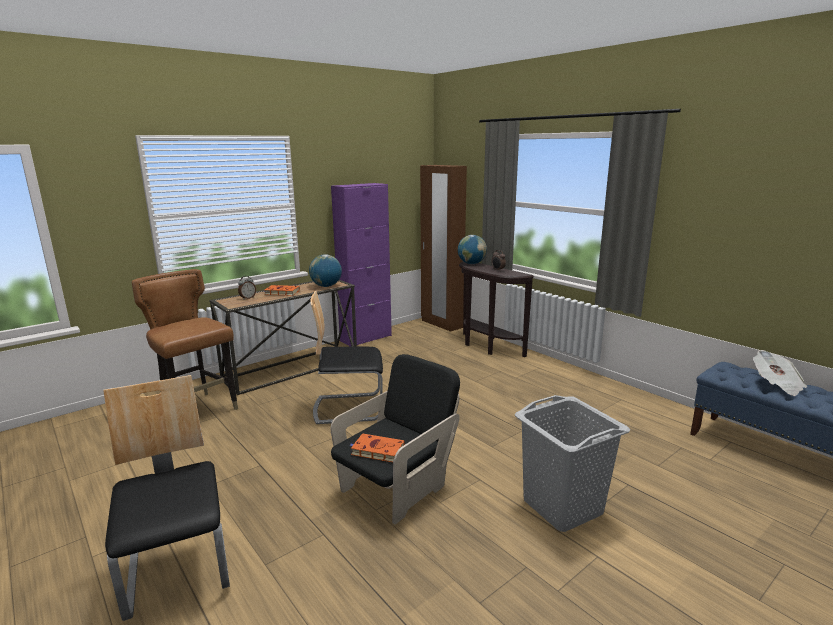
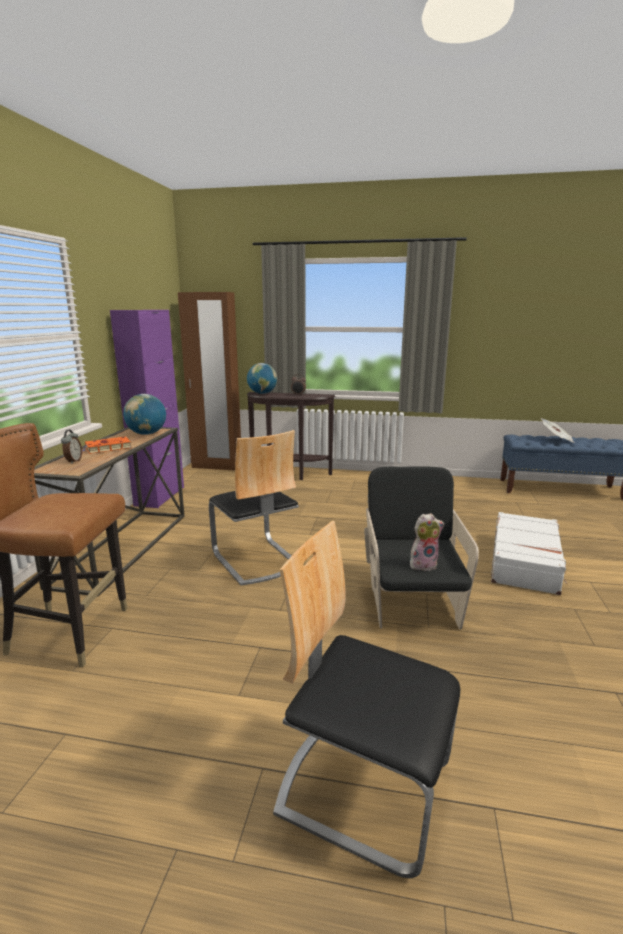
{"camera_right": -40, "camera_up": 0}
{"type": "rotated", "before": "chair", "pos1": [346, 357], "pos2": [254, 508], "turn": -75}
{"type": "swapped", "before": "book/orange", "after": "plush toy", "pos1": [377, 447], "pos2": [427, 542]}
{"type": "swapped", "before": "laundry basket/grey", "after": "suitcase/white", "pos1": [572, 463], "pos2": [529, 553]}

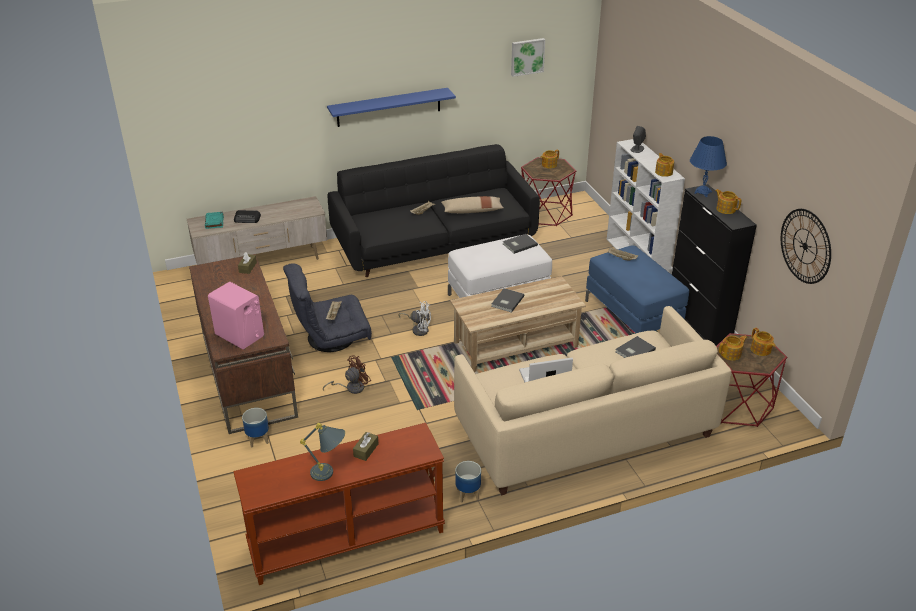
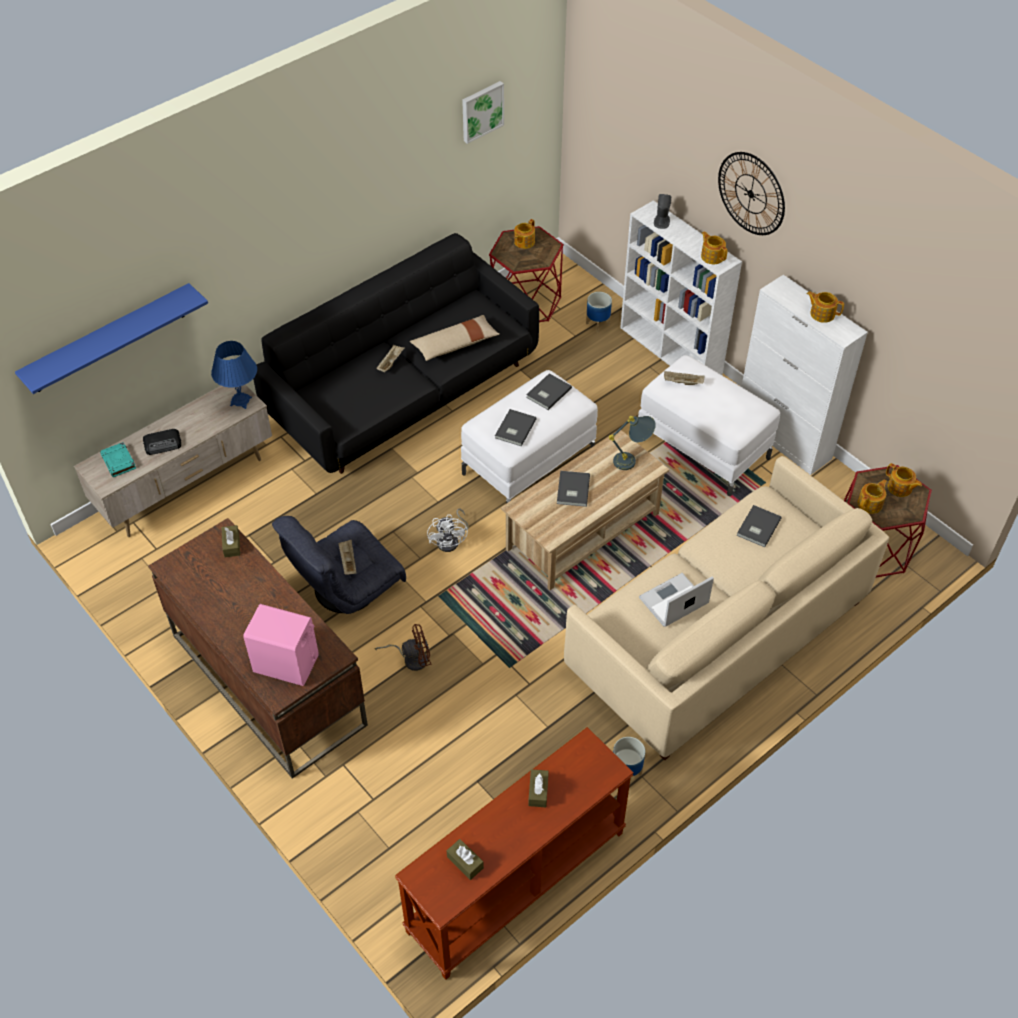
{"camera_right": -20, "camera_up": 15}
{"type": "shifted", "before": "planter", "pos1": [255, 427], "pos2": [599, 312]}
{"type": "shifted", "before": "table lamp/grey", "pos1": [322, 452], "pos2": [632, 443]}
{"type": "rotated", "before": "fan/brown", "pos1": [347, 374], "pos2": [403, 647], "turn": 45}
{"type": "shifted", "before": "shelf/blue", "pos1": [391, 107], "pos2": [111, 338]}
{"type": "rotated", "before": "fan/white", "pos1": [414, 318], "pos2": [448, 530], "turn": 90}
{"type": "repainted", "before": "ottoman/blue", "after": "ottoman/white", "pos1": [637, 289], "pos2": [709, 425]}
{"type": "repainted", "before": "cabinet/black", "after": "cabinet/white", "pos1": [714, 265], "pos2": [804, 375]}
{"type": "shifted", "before": "table lamp/blue", "pos1": [708, 166], "pos2": [234, 375]}
{"type": "shifted", "before": "wall clock", "pos1": [806, 246], "pos2": [751, 193]}
{"type": "new", "after": "tissue box/brown", "pos2": [465, 859]}
{"type": "new", "after": "book/grey", "pos2": [516, 427]}

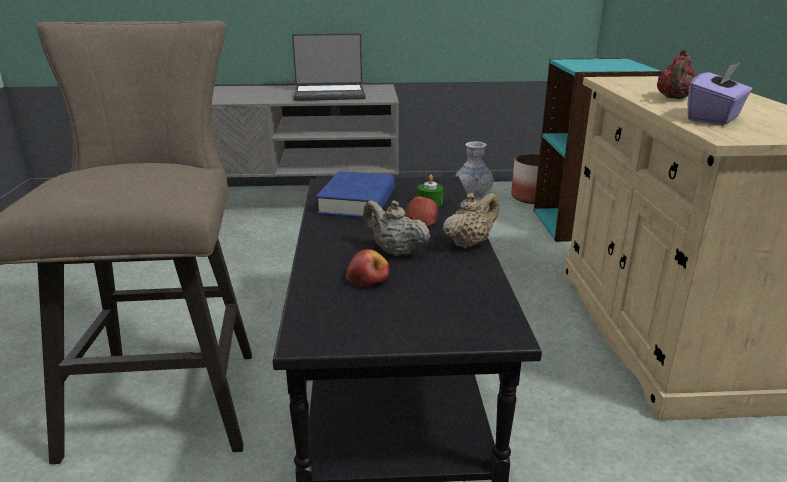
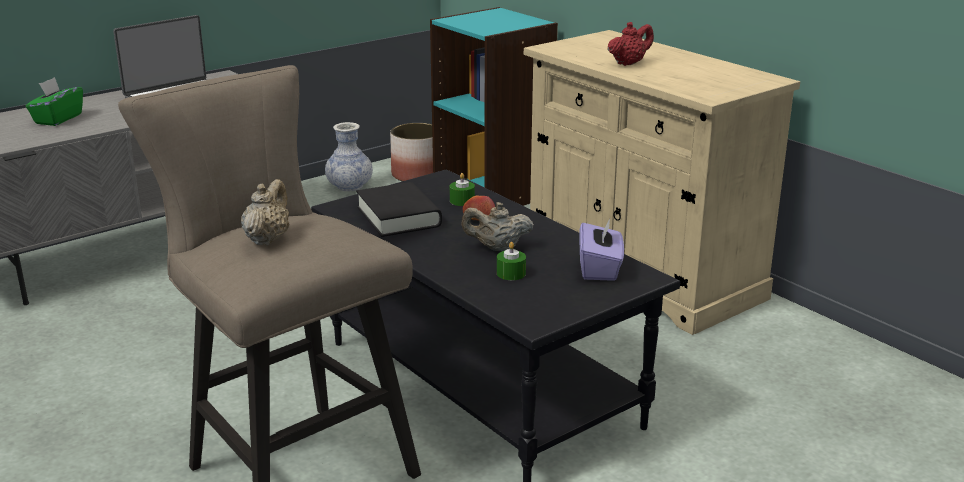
{"camera_right": -35, "camera_up": 0}
{"type": "repainted", "before": "book/blue", "after": "book/black", "pos1": [355, 194], "pos2": [399, 209]}
{"type": "swapped", "before": "apple", "after": "candle/green", "pos1": [367, 268], "pos2": [511, 261]}
{"type": "shifted", "before": "teapot/beige", "pos1": [471, 220], "pos2": [265, 212]}
{"type": "rotated", "before": "teapot/red", "pos1": [677, 74], "pos2": [630, 44], "turn": -120}
{"type": "shifted", "before": "tissue box/purple", "pos1": [720, 93], "pos2": [601, 248]}
{"type": "new", "after": "tissue box/green", "pos2": [54, 101]}

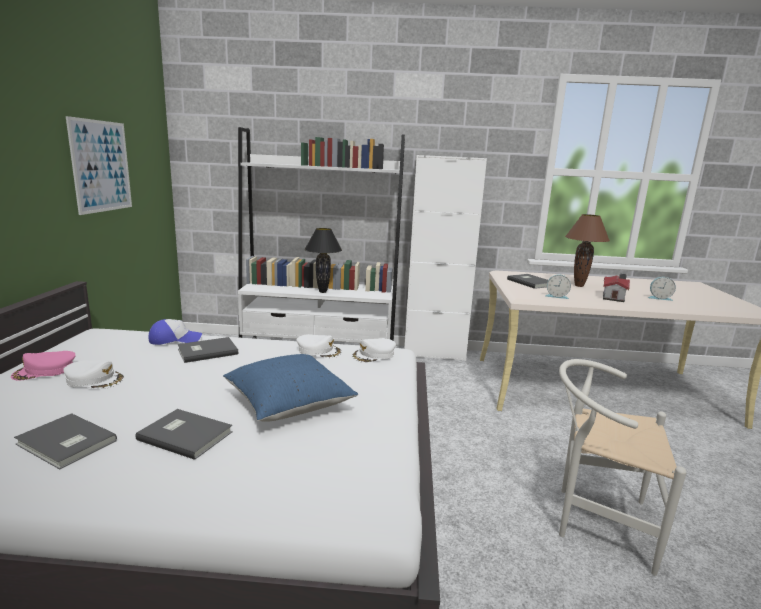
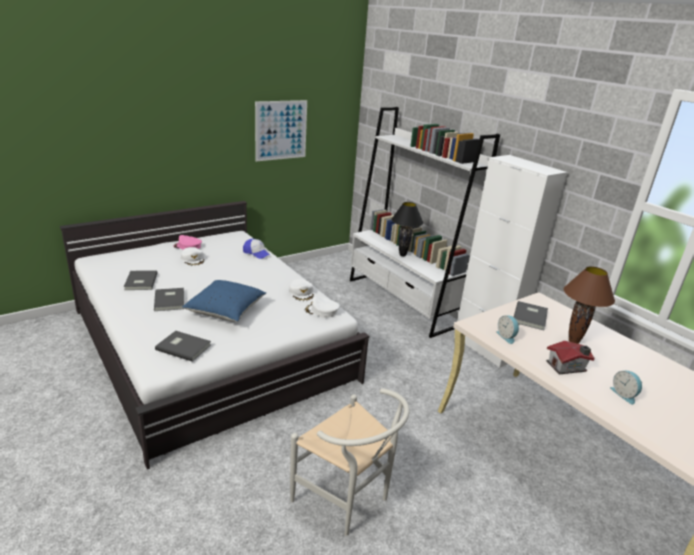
{"camera_right": 50, "camera_up": 10}
{"type": "shifted", "before": "book/grey", "pos1": [208, 350], "pos2": [183, 346]}
{"type": "rotated", "before": "chair/white", "pos1": [622, 467], "pos2": [350, 462], "turn": 150}

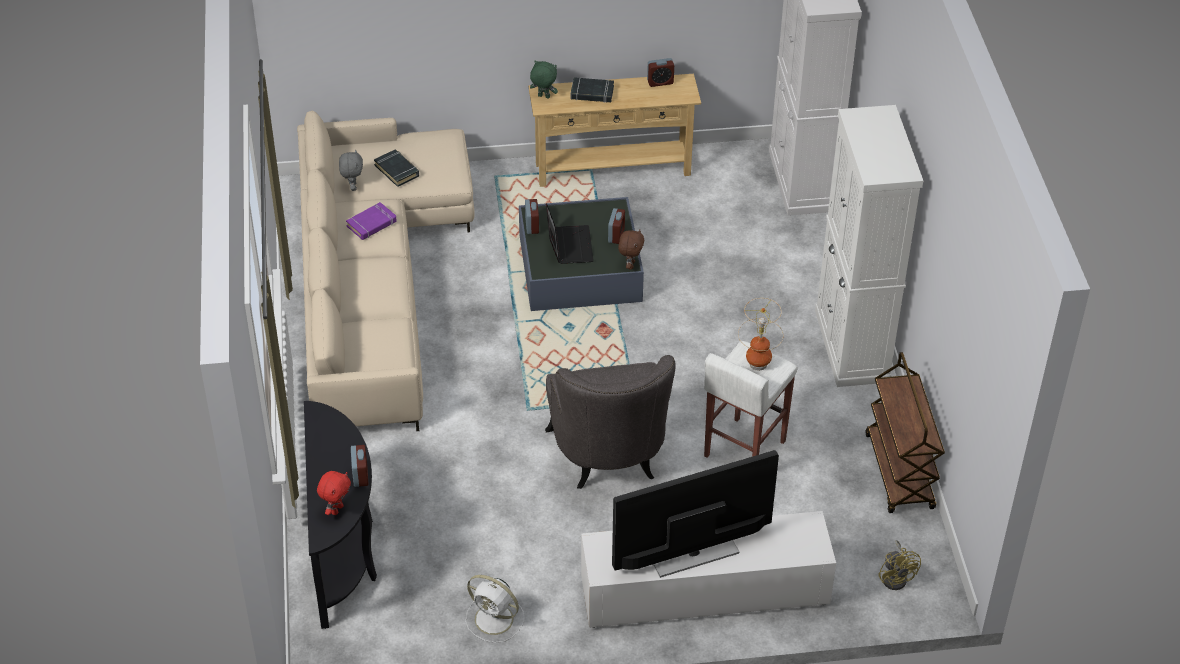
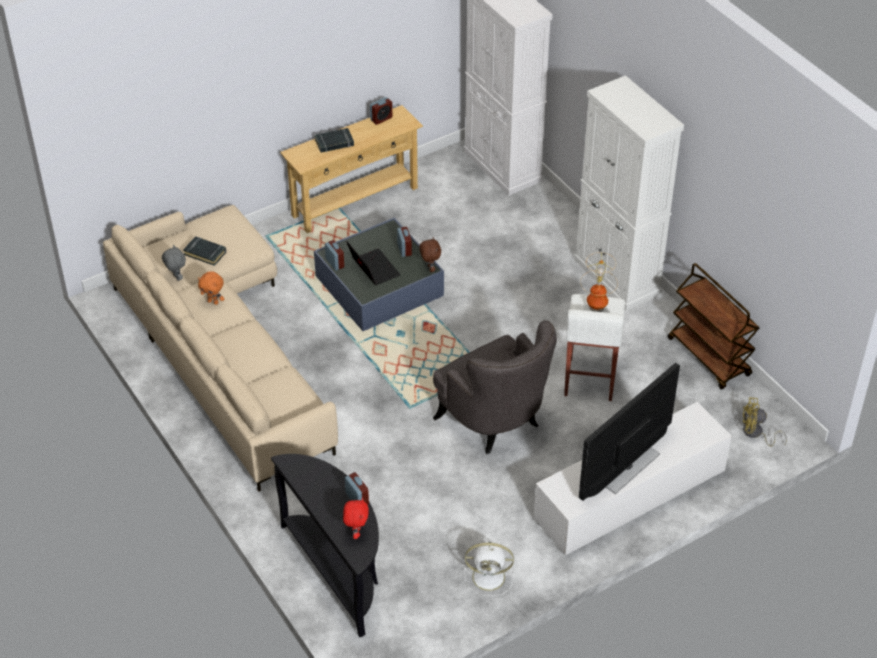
{"camera_right": -25, "camera_up": 0}
{"type": "swapped", "before": "book/purple", "after": "plush toy/orange", "pos1": [371, 221], "pos2": [211, 288]}
{"type": "gone", "before": "plush toy/green", "pos1": [544, 79]}
{"type": "rotated", "before": "fan/yellow", "pos1": [899, 565], "pos2": [765, 422], "turn": 135}

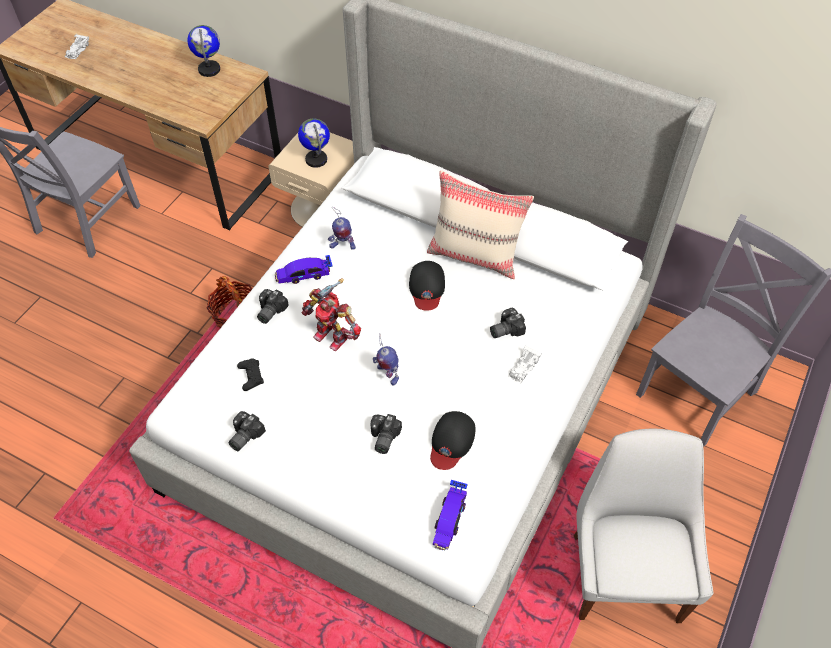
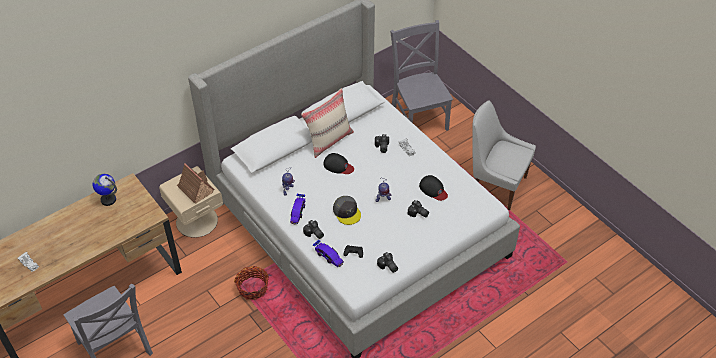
{"camera_right": -65, "camera_up": -5}
{"type": "swapped", "before": "globe", "after": "toy house", "pos1": [314, 143], "pos2": [196, 183]}
{"type": "swapped", "before": "toy robot", "after": "cap/grey", "pos1": [331, 314], "pos2": [347, 210]}
{"type": "shifted", "before": "toy car", "pos1": [450, 515], "pos2": [328, 253]}

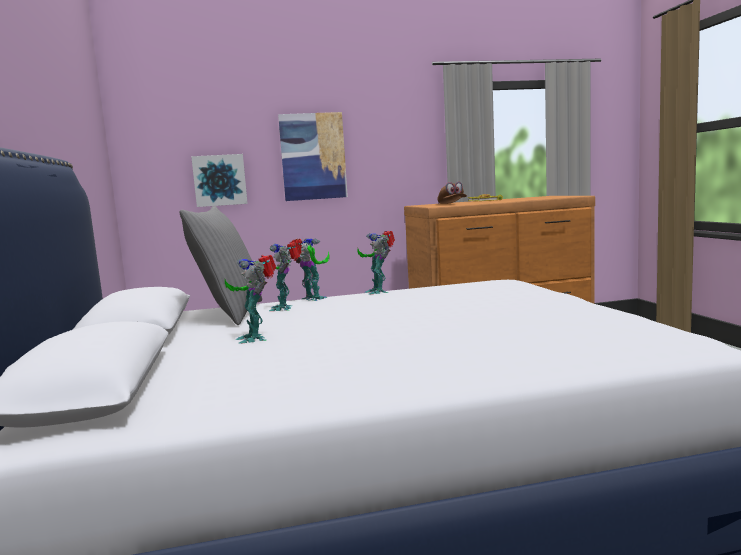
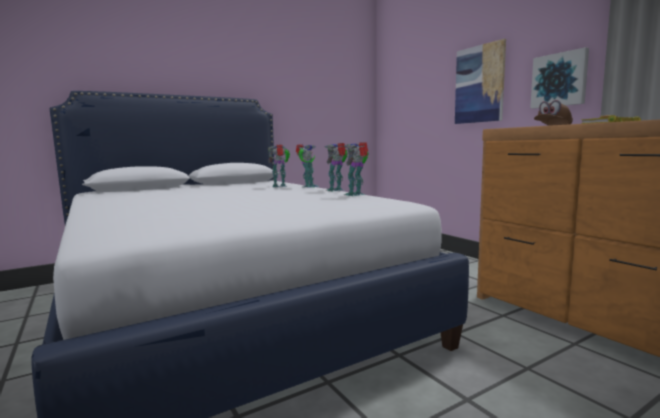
{"camera_right": 70, "camera_up": 0}
{"type": "gone", "before": "pillow/grey", "pos1": [221, 265]}
{"type": "shifted", "before": "picture", "pos1": [219, 180], "pos2": [559, 78]}
{"type": "shifted", "before": "toy robot", "pos1": [250, 299], "pos2": [356, 169]}

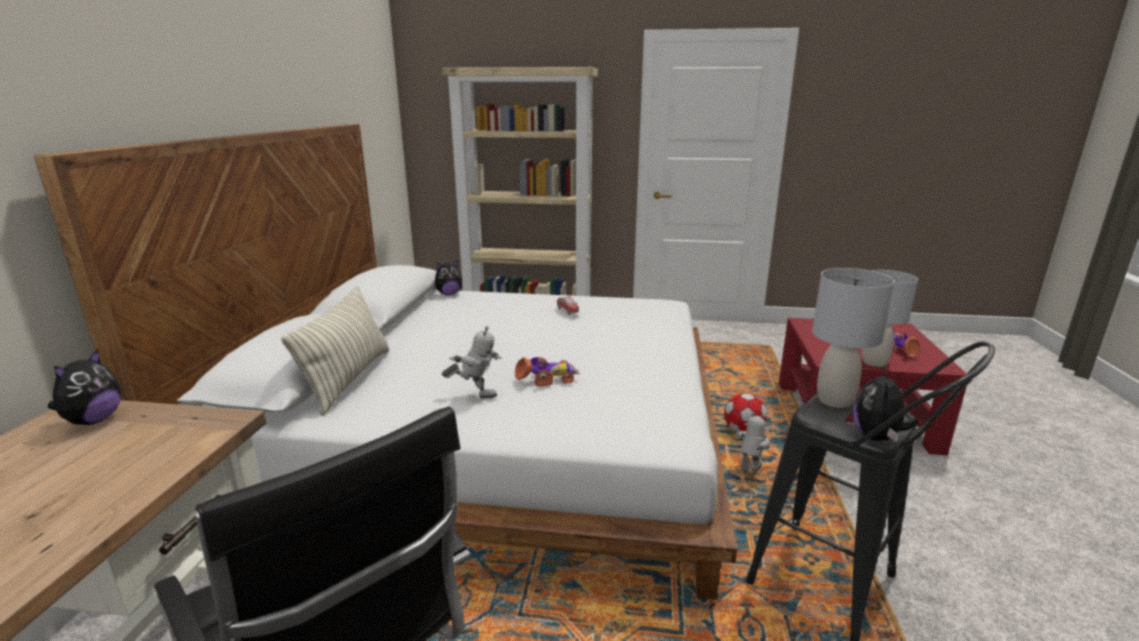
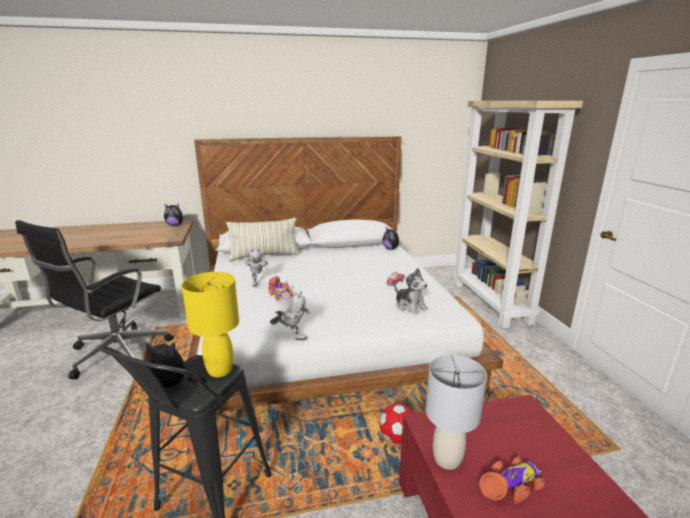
{"camera_right": 70, "camera_up": 0}
{"type": "shifted", "before": "toy robot", "pos1": [753, 442], "pos2": [290, 315]}
{"type": "repainted", "before": "table lamp/grey", "after": "table lamp/yellow", "pos1": [853, 338], "pos2": [210, 324]}
{"type": "new", "after": "plush toy", "pos2": [411, 291]}

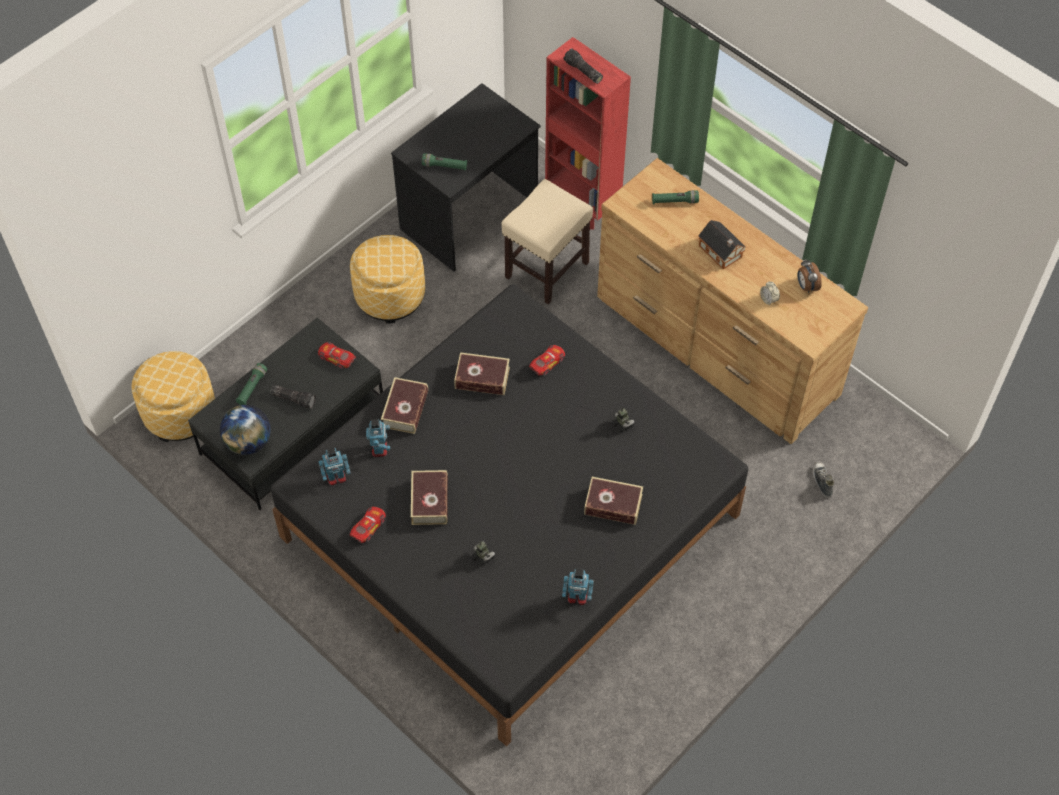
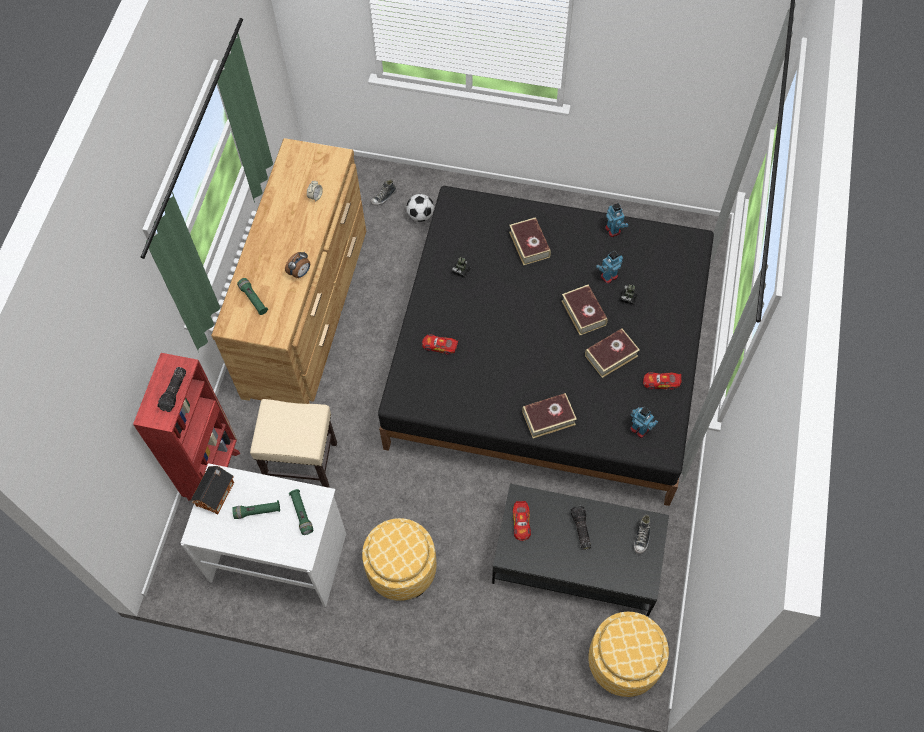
{"camera_right": -120, "camera_up": 5}
{"type": "swapped", "before": "globe", "after": "shoe", "pos1": [245, 430], "pos2": [642, 534]}
{"type": "shifted", "before": "flashlight/green", "pos1": [251, 384], "pos2": [256, 509]}
{"type": "shifted", "before": "toy robot", "pos1": [378, 438], "pos2": [609, 267]}
{"type": "repainted", "before": "desk/black", "after": "desk/white", "pos1": [466, 177], "pos2": [263, 535]}
{"type": "shifted", "before": "book", "pos1": [482, 373], "pos2": [584, 310]}
{"type": "shifted", "before": "toy house", "pos1": [722, 244], "pos2": [212, 490]}
{"type": "shifted", "before": "alarm clock", "pos1": [810, 276], "pos2": [297, 265]}
{"type": "new", "after": "football", "pos2": [420, 208]}

